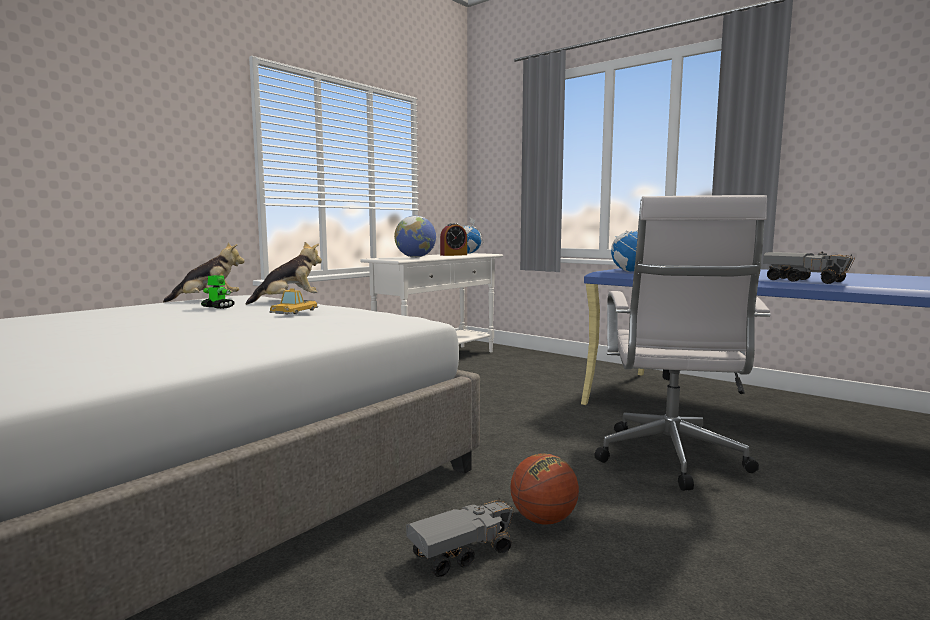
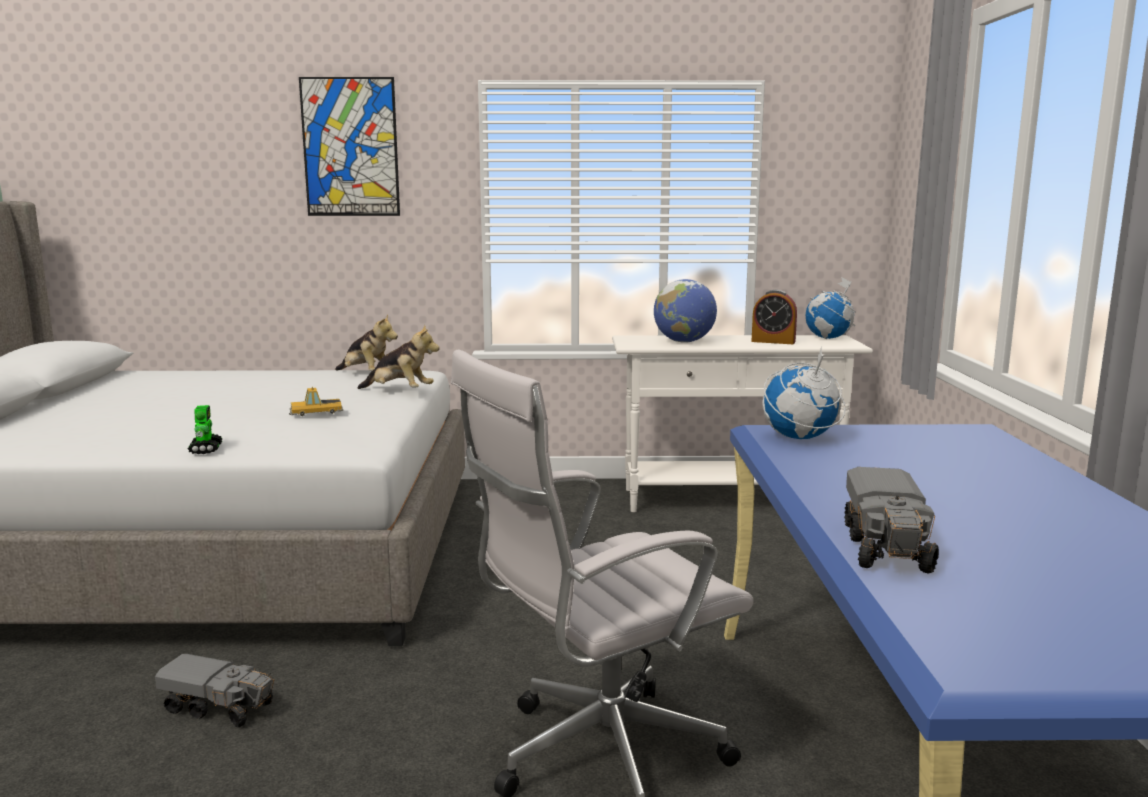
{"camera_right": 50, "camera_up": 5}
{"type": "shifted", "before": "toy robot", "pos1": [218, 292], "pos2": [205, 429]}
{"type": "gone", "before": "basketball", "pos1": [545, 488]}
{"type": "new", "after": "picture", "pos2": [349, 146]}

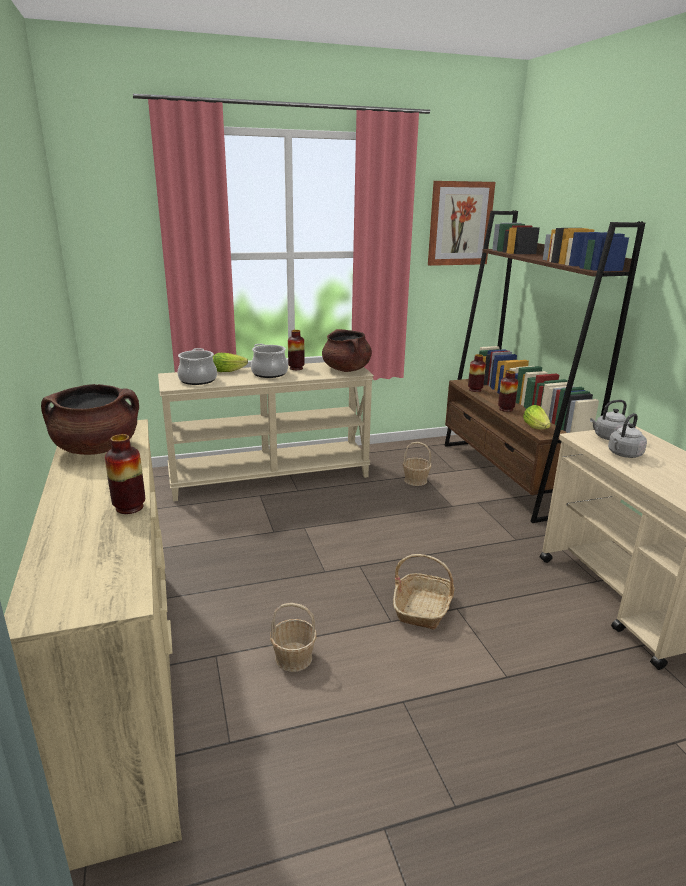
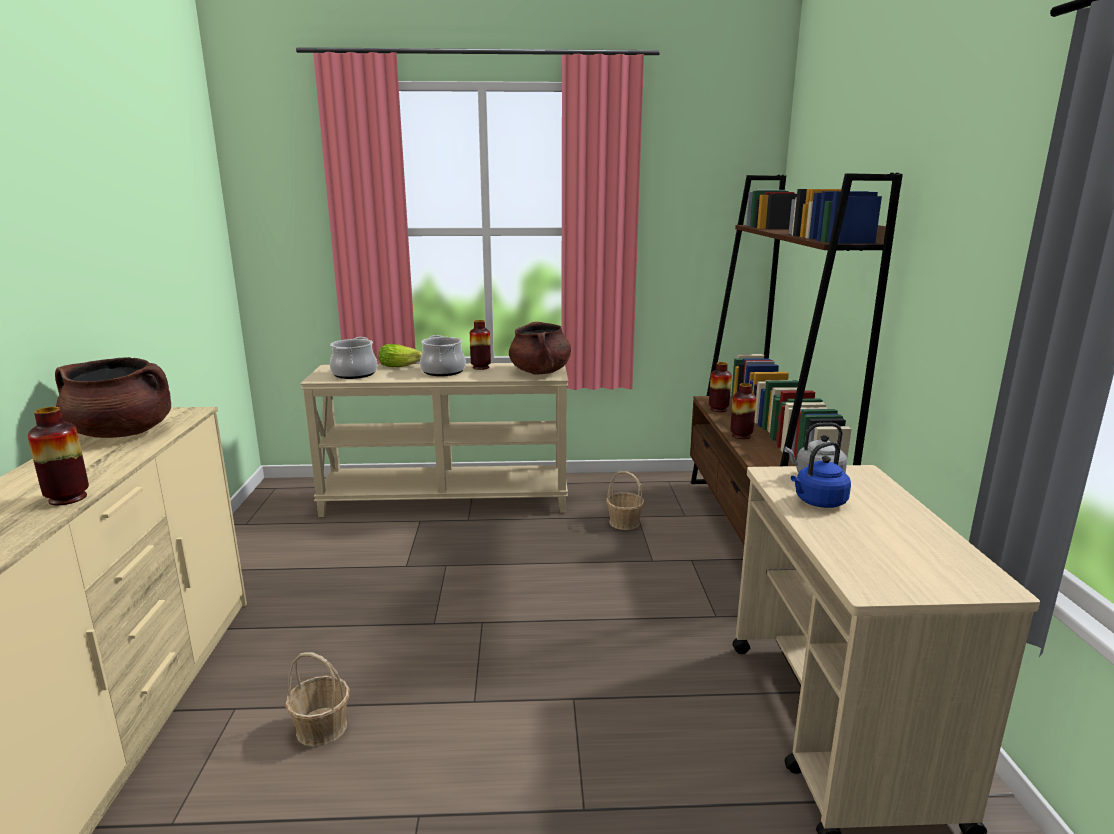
{"camera_right": 15, "camera_up": -5}
{"type": "gone", "before": "basket", "pos1": [424, 592]}
{"type": "gone", "before": "picture", "pos1": [462, 223]}
{"type": "gone", "before": "lettuce", "pos1": [537, 417]}
{"type": "repainted", "before": "kettle/grey", "after": "kettle/blue", "pos1": [627, 435], "pos2": [821, 474]}

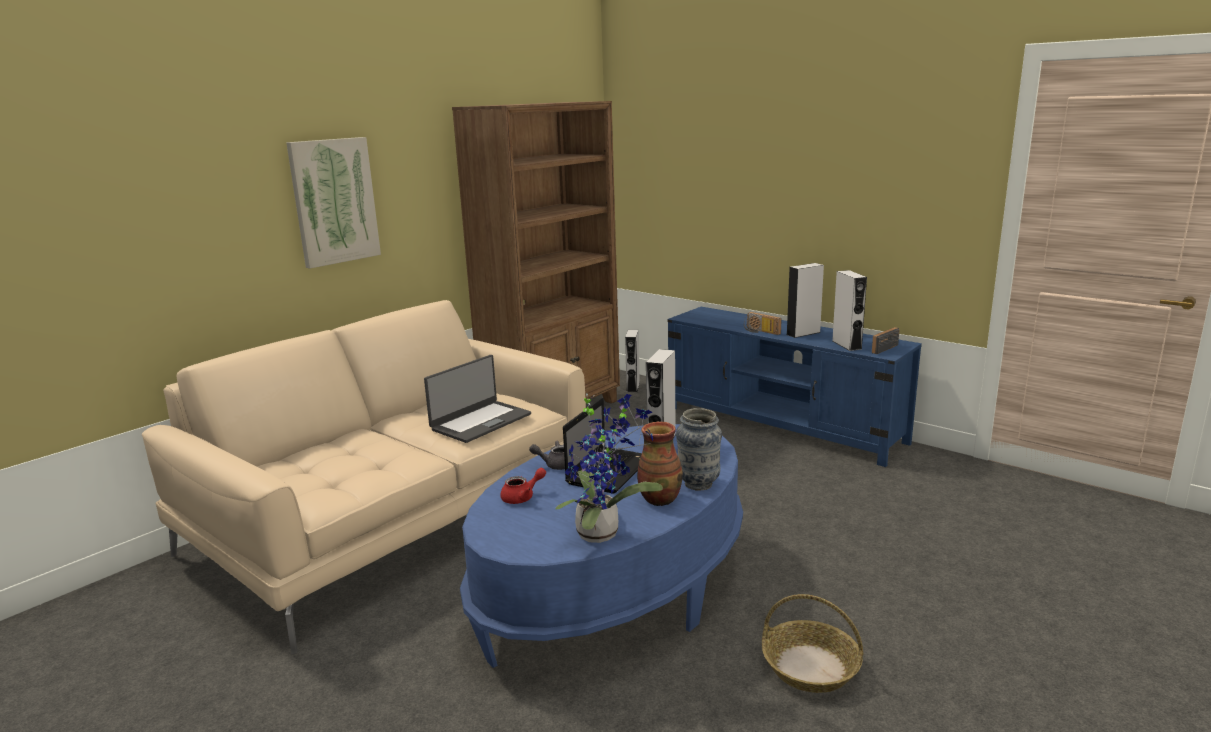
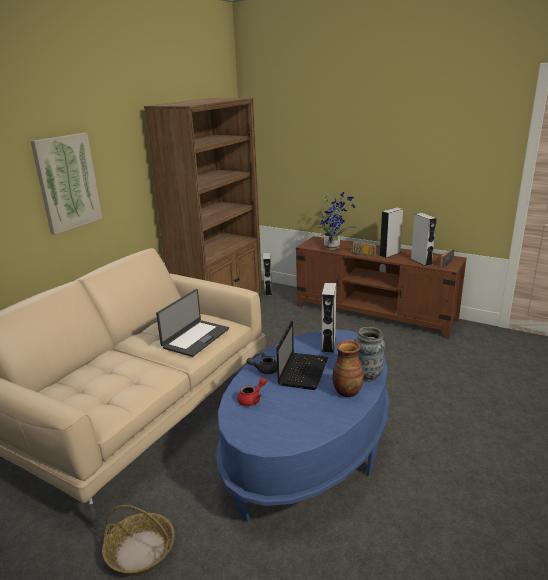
{"camera_right": -10, "camera_up": 5}
{"type": "shifted", "before": "potted plant", "pos1": [609, 468], "pos2": [338, 221]}
{"type": "repainted", "before": "tv stand/blue", "after": "tv stand/brown", "pos1": [795, 387], "pos2": [381, 287]}
{"type": "shifted", "before": "basket", "pos1": [812, 643], "pos2": [138, 540]}

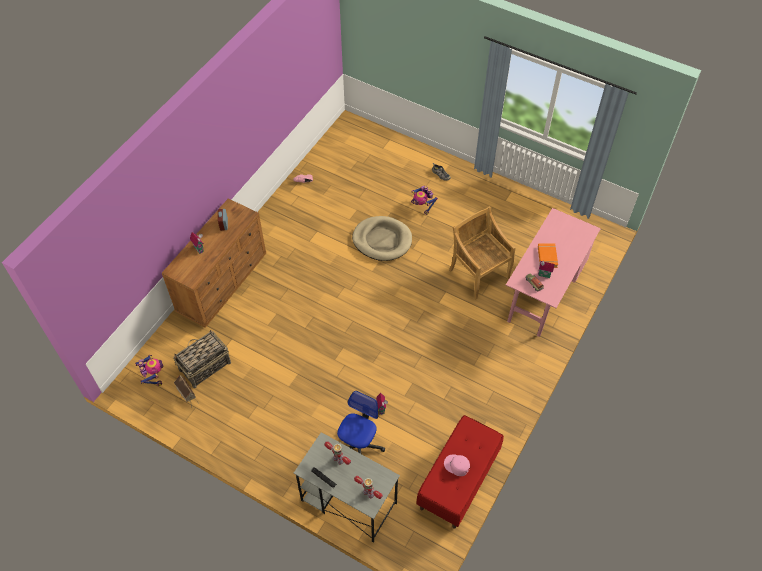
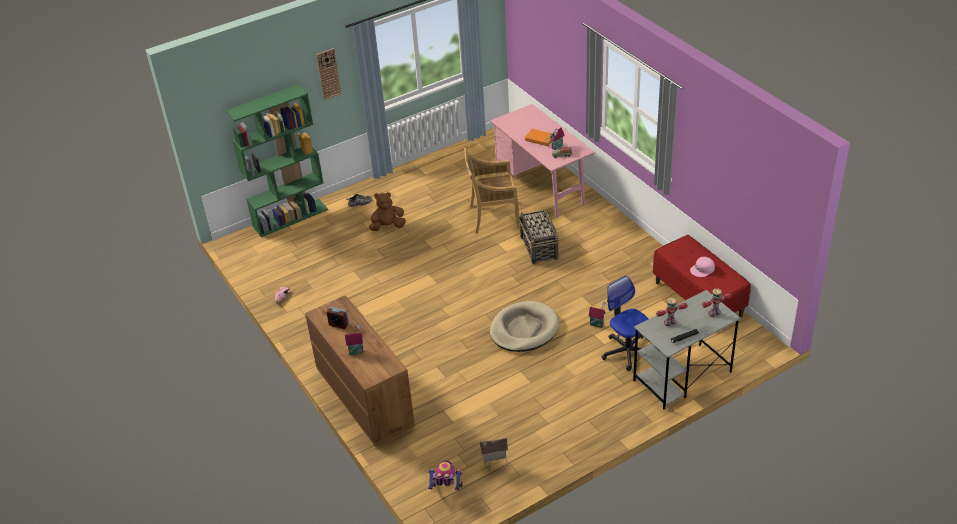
{"camera_right": -60, "camera_up": -15}
{"type": "shifted", "before": "basket", "pos1": [202, 359], "pos2": [539, 237]}
{"type": "shifted", "before": "dog bed/beige", "pos1": [382, 238], "pos2": [524, 326]}
{"type": "swapped", "before": "toy robot", "after": "plush toy/brown", "pos1": [424, 200], "pos2": [387, 211]}
{"type": "new", "after": "bookcase/green", "pos2": [277, 160]}
{"type": "new", "after": "wall clock", "pos2": [328, 74]}

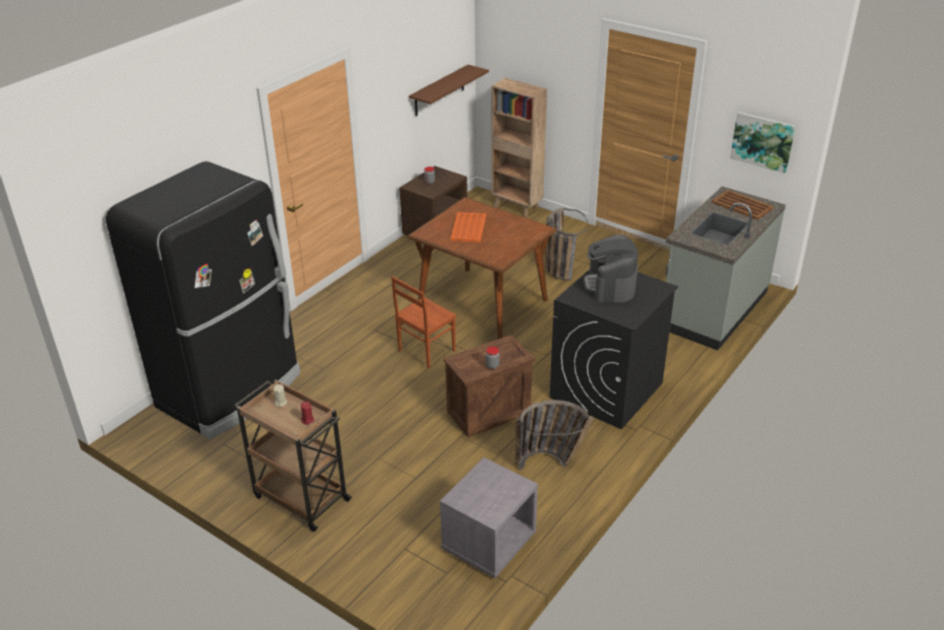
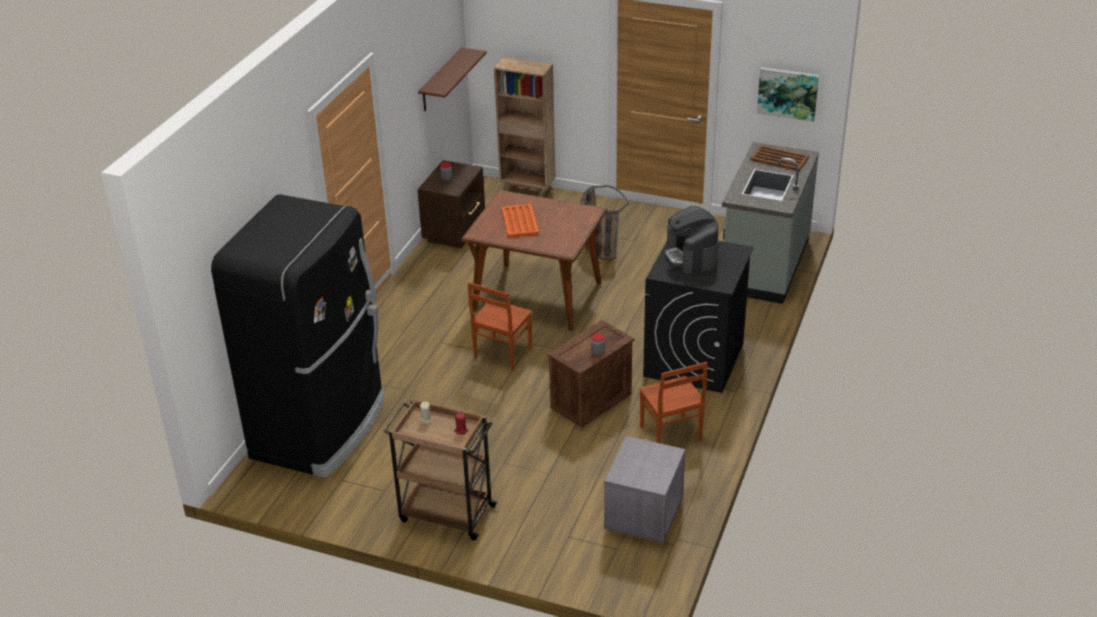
{"camera_right": -15, "camera_up": 0}
{"type": "swapped", "before": "basket", "after": "chair/brown", "pos1": [554, 435], "pos2": [673, 403]}

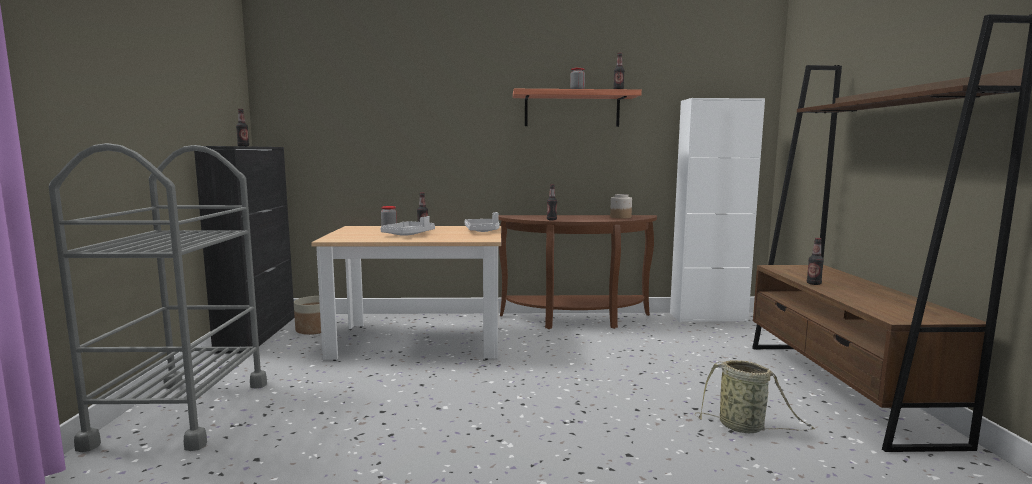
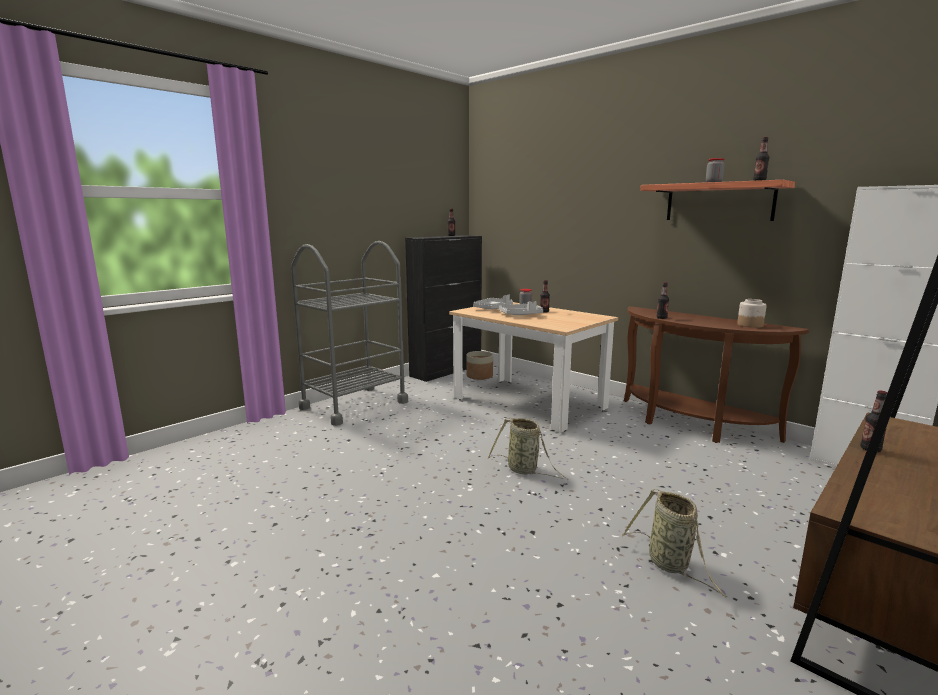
{"camera_right": 45, "camera_up": 5}
{"type": "shifted", "before": "tray/grey", "pos1": [482, 222], "pos2": [493, 302]}
{"type": "new", "after": "basket", "pos2": [527, 448]}

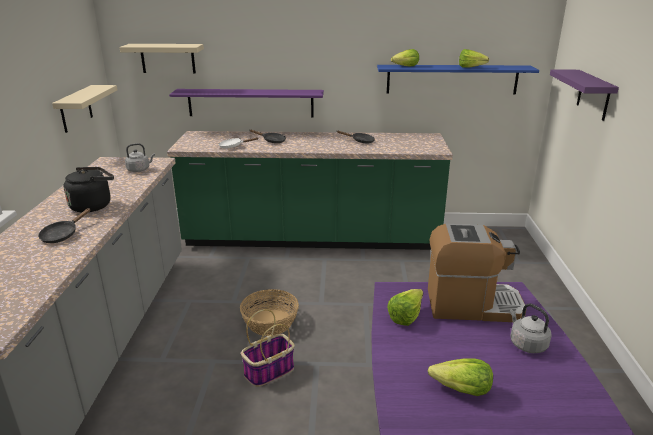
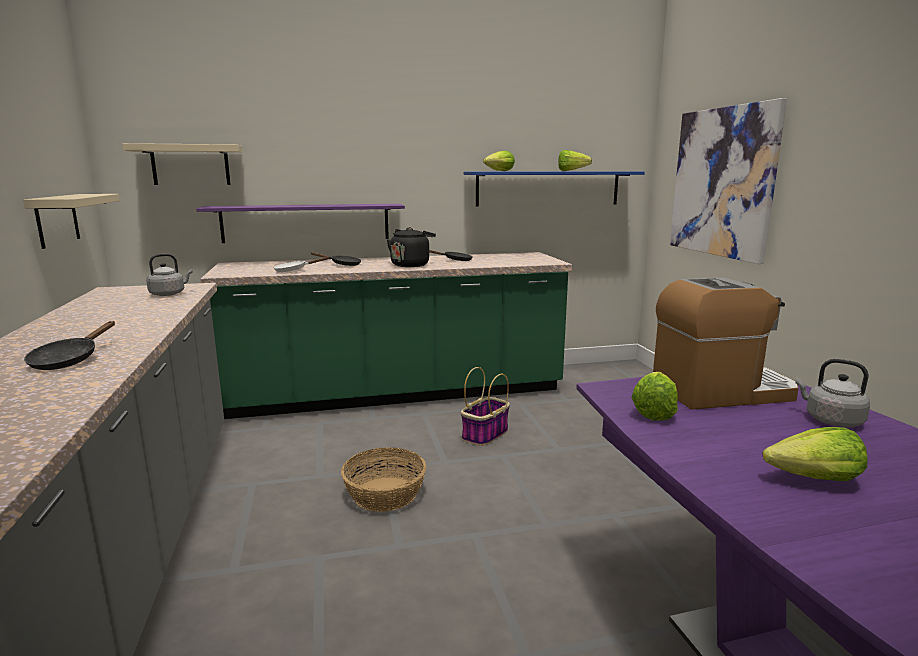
{"camera_right": -15, "camera_up": -10}
{"type": "shifted", "before": "kettle/black", "pos1": [88, 189], "pos2": [411, 247]}
{"type": "shifted", "before": "basket", "pos1": [268, 348], "pos2": [485, 406]}
{"type": "swapped", "before": "shelf/purple", "after": "picture", "pos1": [584, 95], "pos2": [728, 181]}

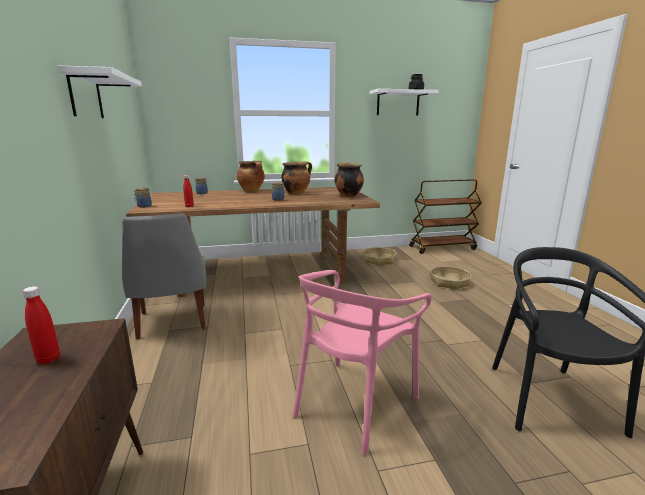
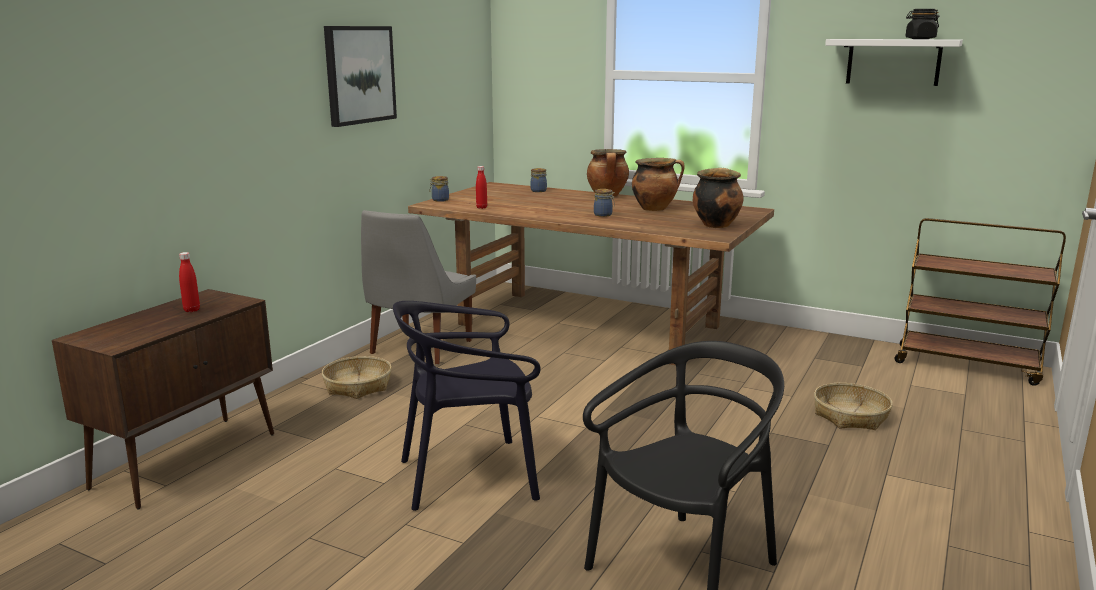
{"camera_right": 40, "camera_up": 0}
{"type": "swapped", "before": "shelf/white", "after": "picture", "pos1": [99, 91], "pos2": [360, 76]}
{"type": "repainted", "before": "chair/pink", "after": "chair/black", "pos1": [362, 362], "pos2": [467, 406]}
{"type": "shifted", "before": "basket", "pos1": [380, 256], "pos2": [357, 377]}

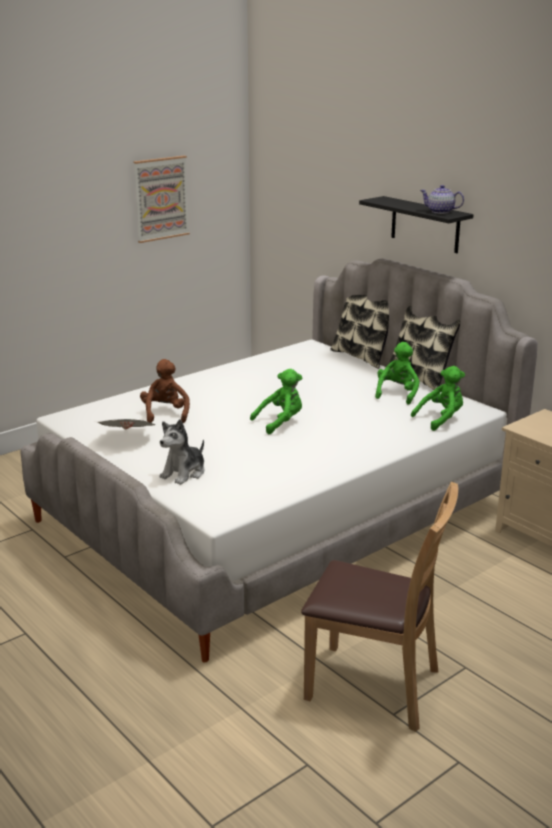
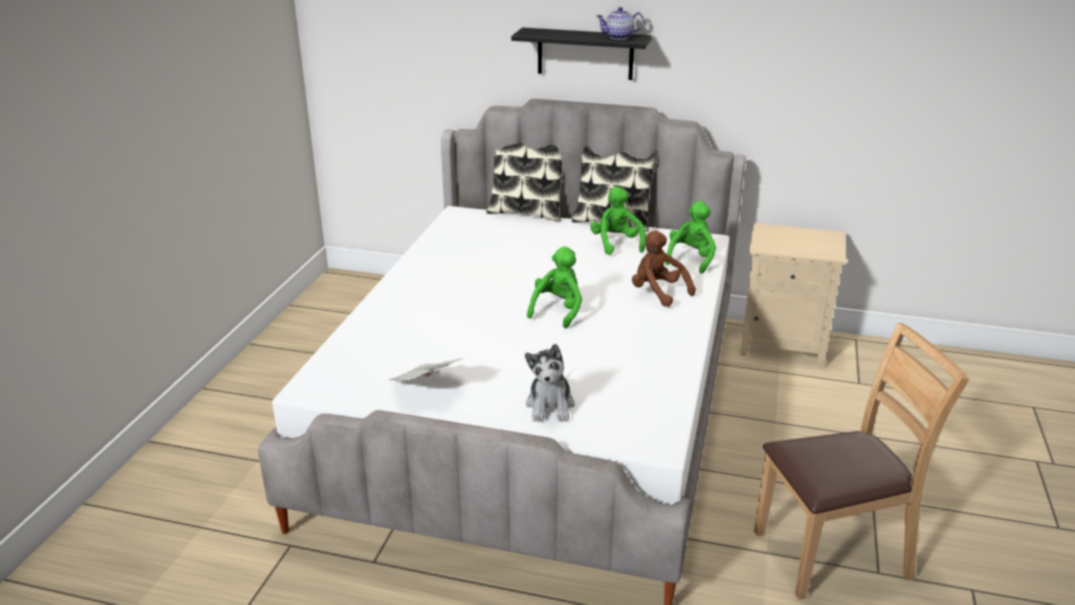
{"camera_right": -35, "camera_up": 5}
{"type": "gone", "before": "picture", "pos1": [161, 199]}
{"type": "shifted", "before": "plush toy/brown", "pos1": [165, 391], "pos2": [664, 269]}

